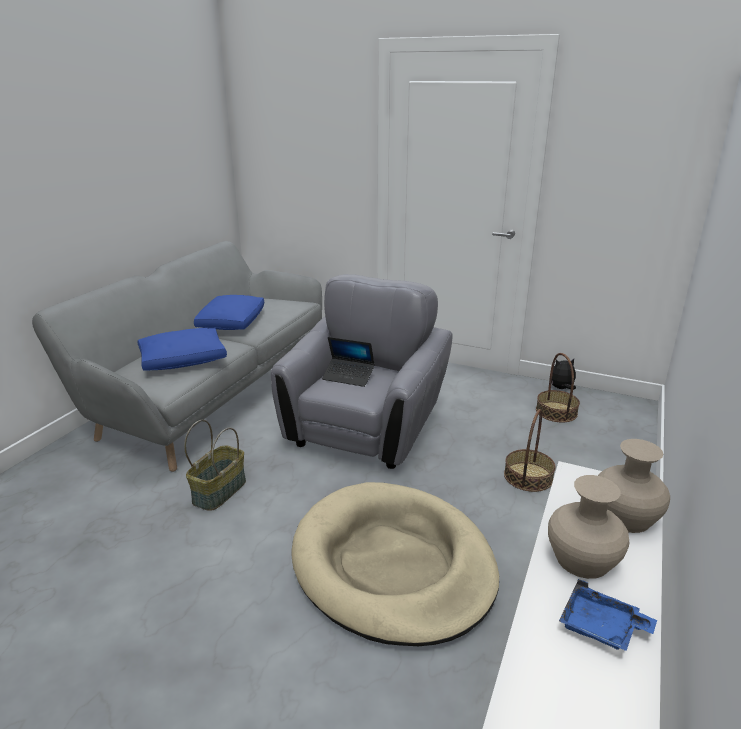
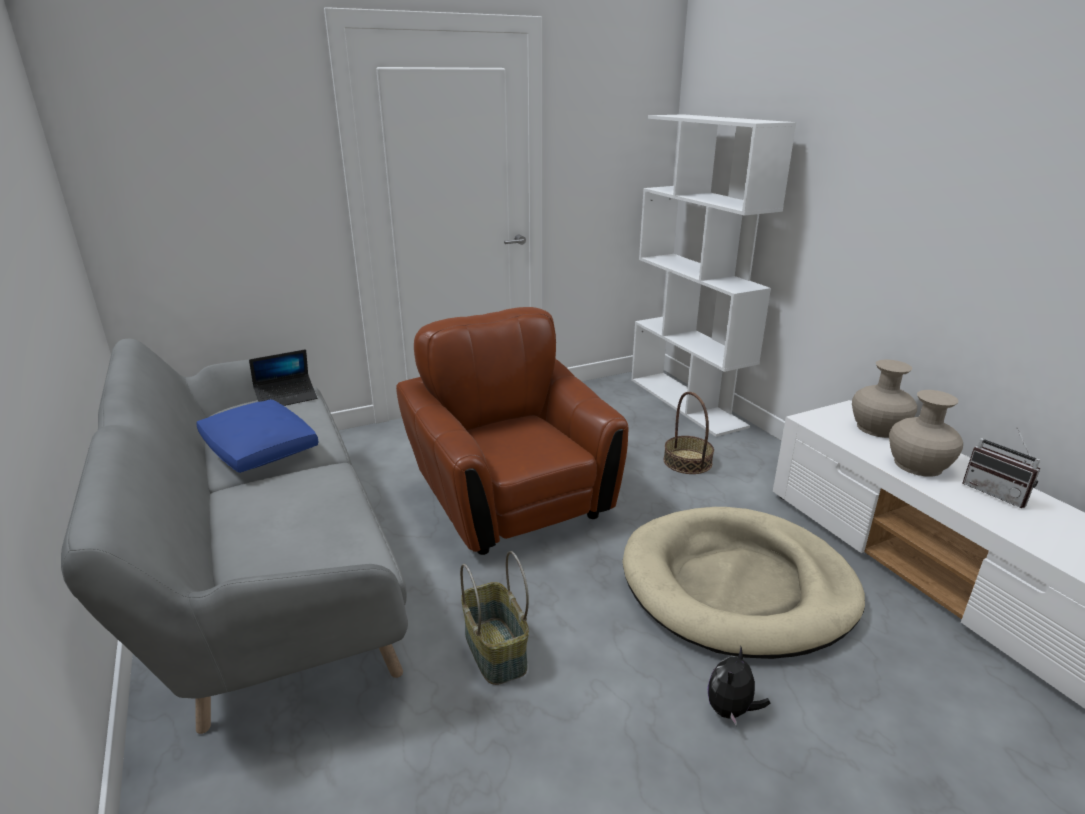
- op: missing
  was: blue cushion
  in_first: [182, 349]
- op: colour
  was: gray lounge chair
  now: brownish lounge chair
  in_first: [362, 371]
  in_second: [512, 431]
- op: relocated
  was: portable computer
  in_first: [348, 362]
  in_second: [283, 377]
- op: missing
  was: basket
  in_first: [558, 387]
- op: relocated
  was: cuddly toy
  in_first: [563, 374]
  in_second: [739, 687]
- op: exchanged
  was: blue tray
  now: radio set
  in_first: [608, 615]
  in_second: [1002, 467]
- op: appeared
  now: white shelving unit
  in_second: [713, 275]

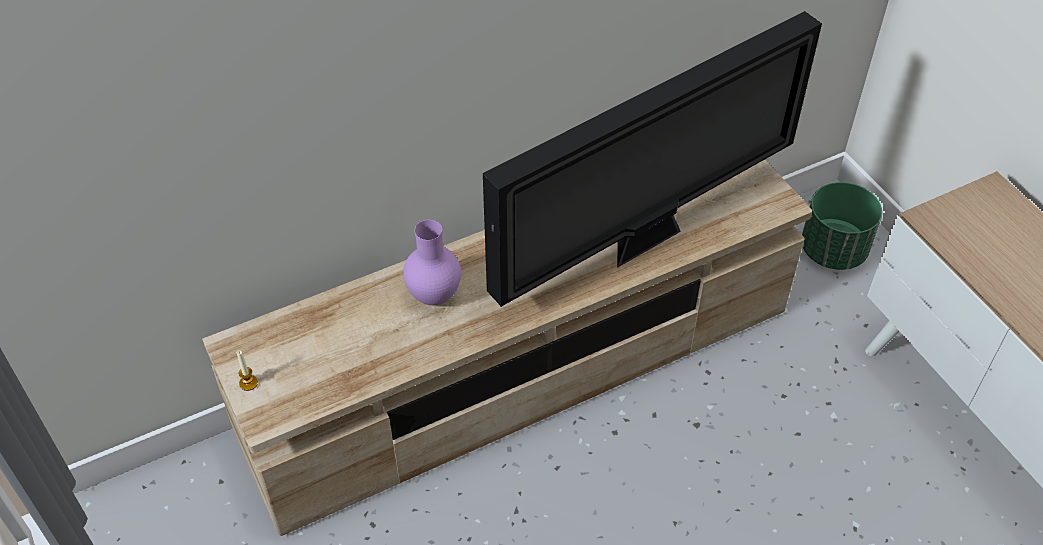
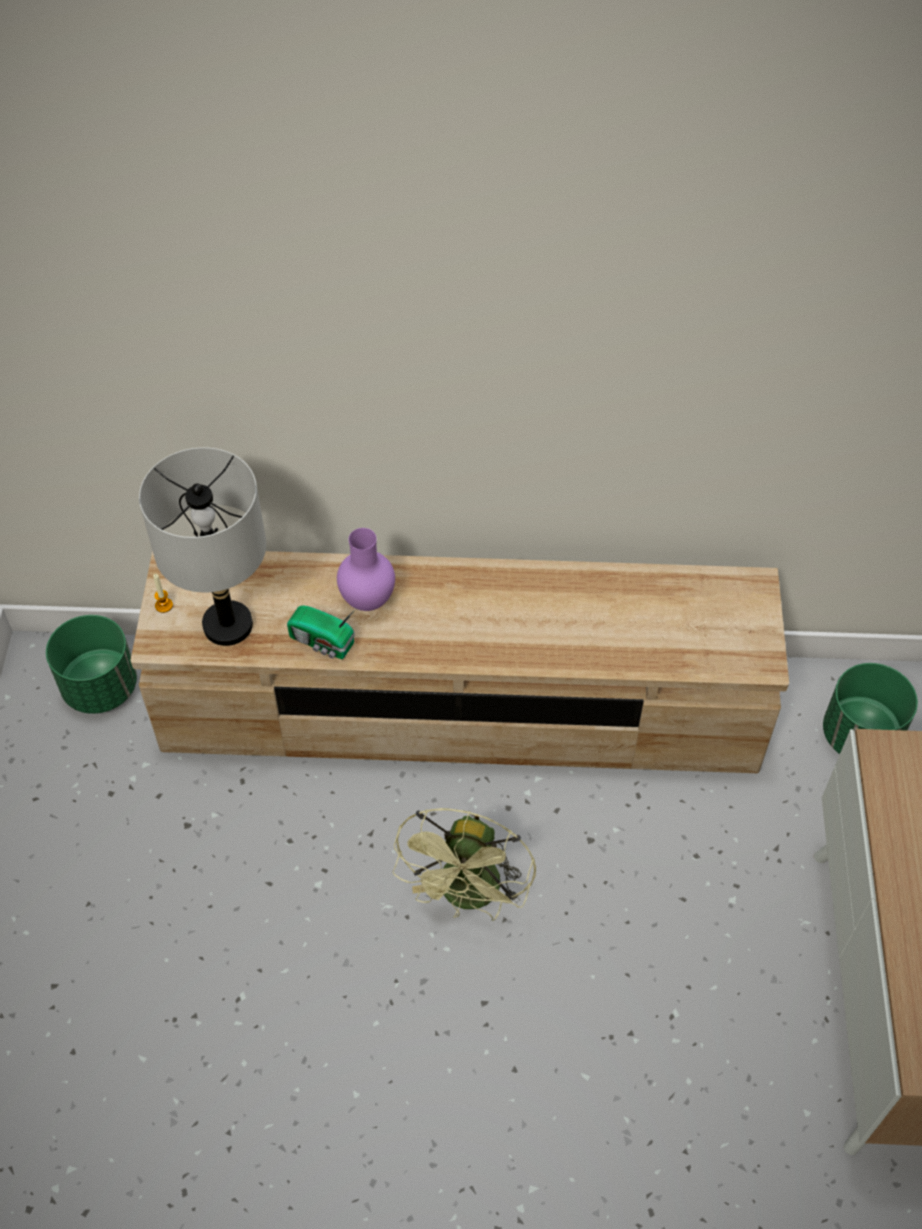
- op: missing
  was: TV
  in_first: [652, 159]
- op: appeared
  now: green flower pot
  in_second: [91, 664]
- op: appeared
  now: gray lamp for a table
  in_second: [202, 546]
- op: appeared
  now: radio set
  in_second: [321, 632]
- op: appeared
  now: green fan
  in_second: [464, 864]

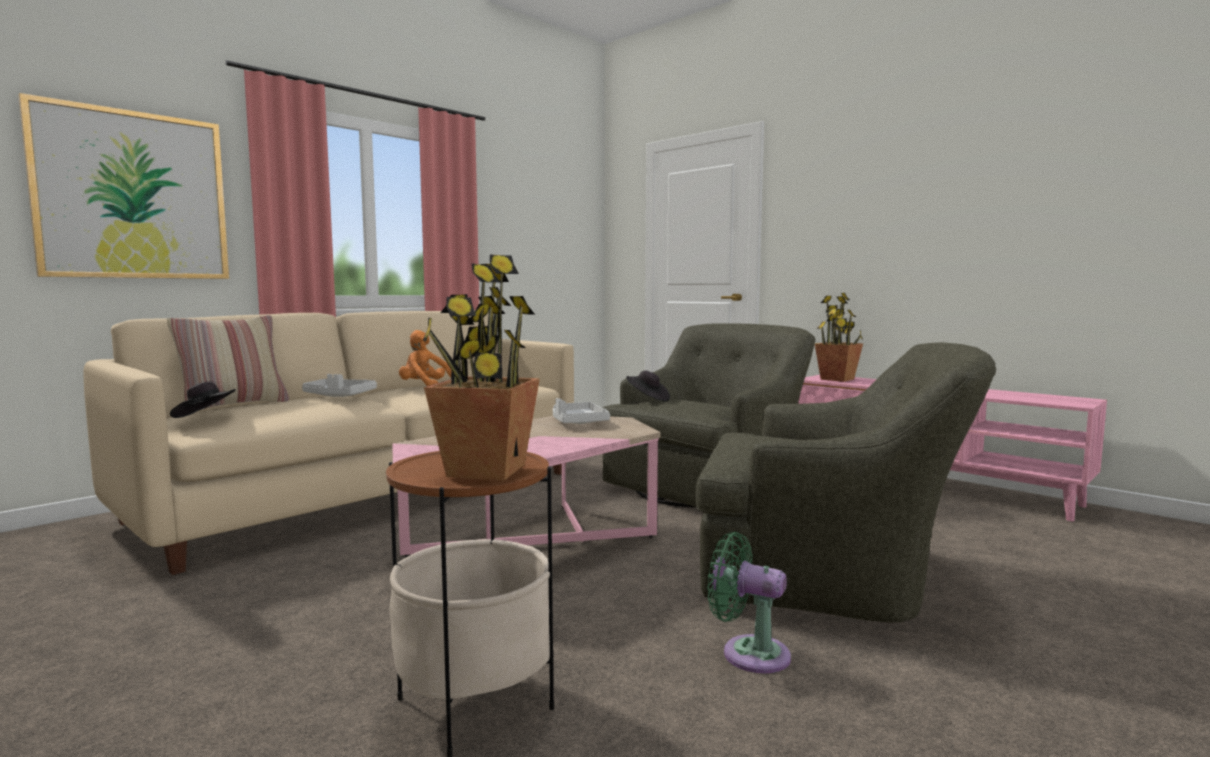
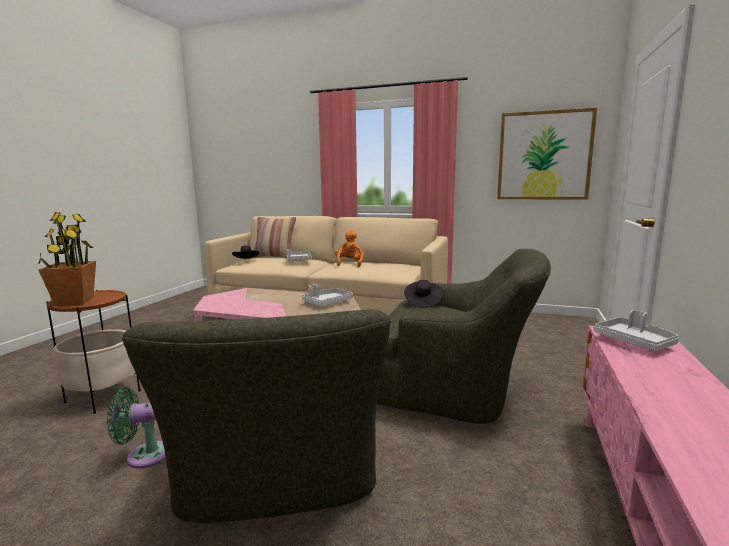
- op: relocated
  was: wall art
  in_first: [123, 186]
  in_second: [547, 153]
- op: spun
  was: green fan
  in_first: [749, 602]
  in_second: [136, 428]
  clockwise: -105
- op: exchanged
  was: potted plant
  now: gray tray
  in_first: [839, 337]
  in_second: [636, 330]

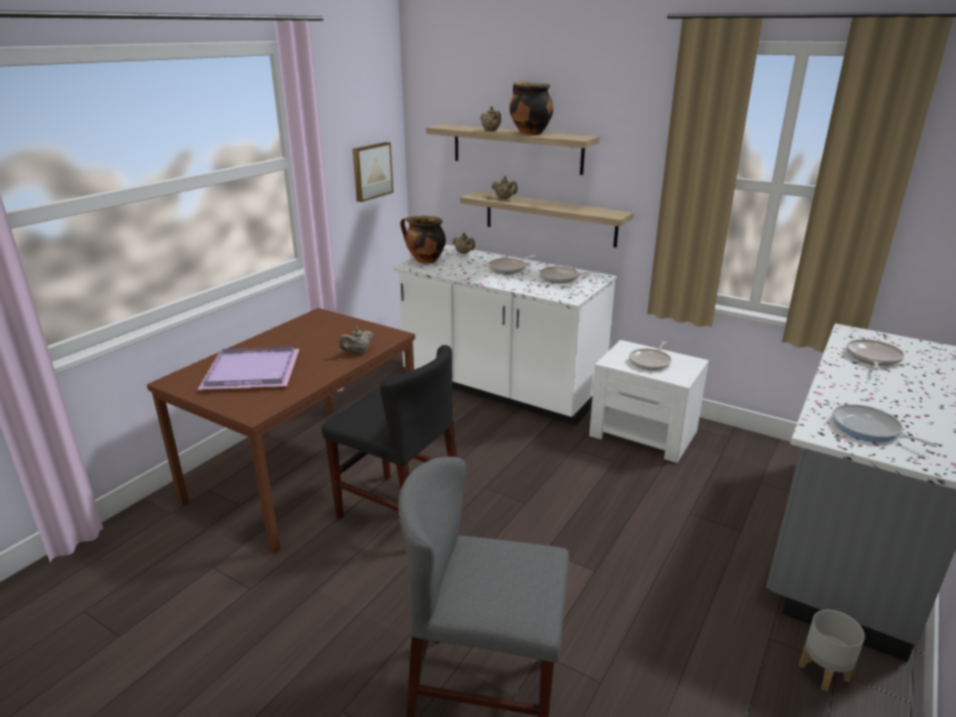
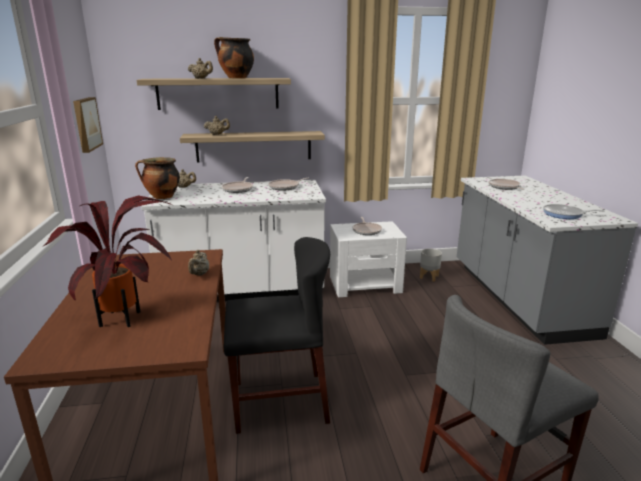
- op: exchanged
  was: purple tray
  now: potted plant
  in_first: [248, 368]
  in_second: [108, 261]
- op: relocated
  was: gray flower pot
  in_first: [832, 650]
  in_second: [431, 265]

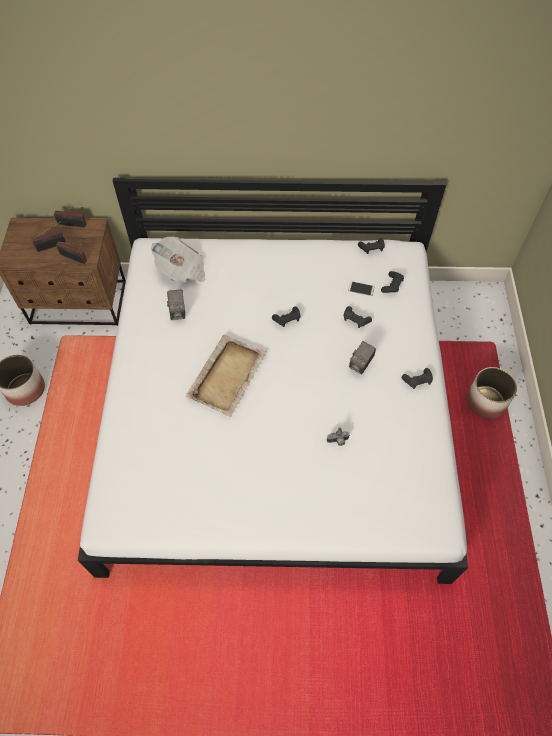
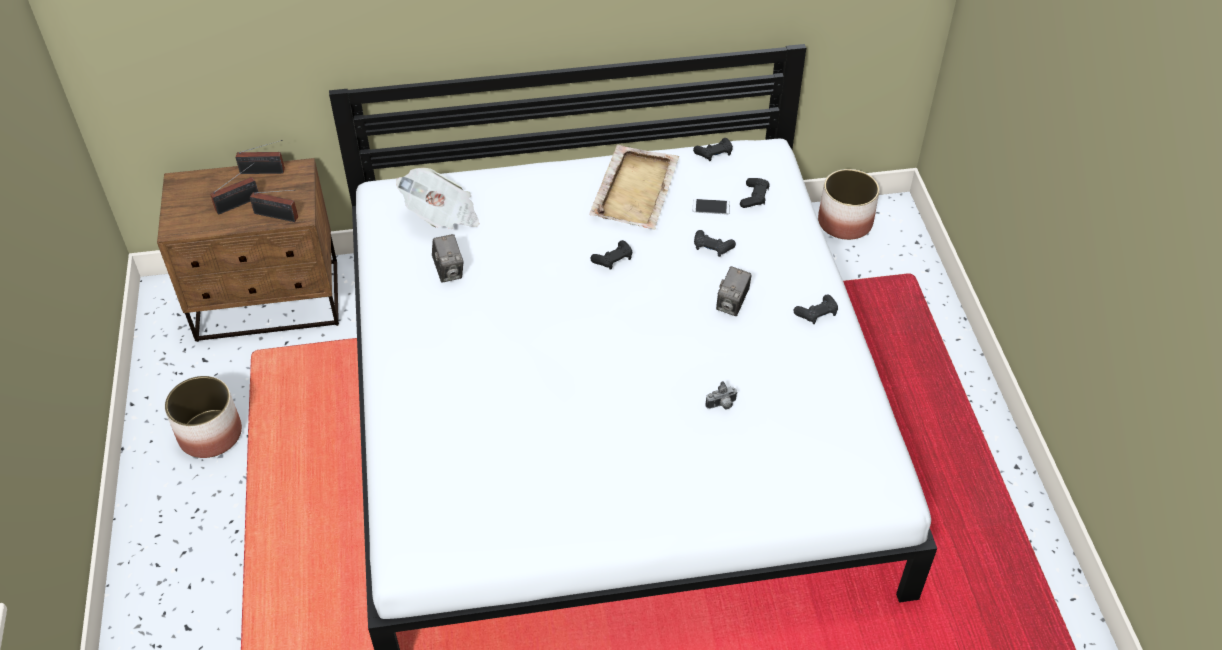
- op: relocated
  was: sand-coloured tray
  in_first: [226, 375]
  in_second: [634, 187]
- op: relocated
  was: flower pot
  in_first: [491, 393]
  in_second: [849, 204]

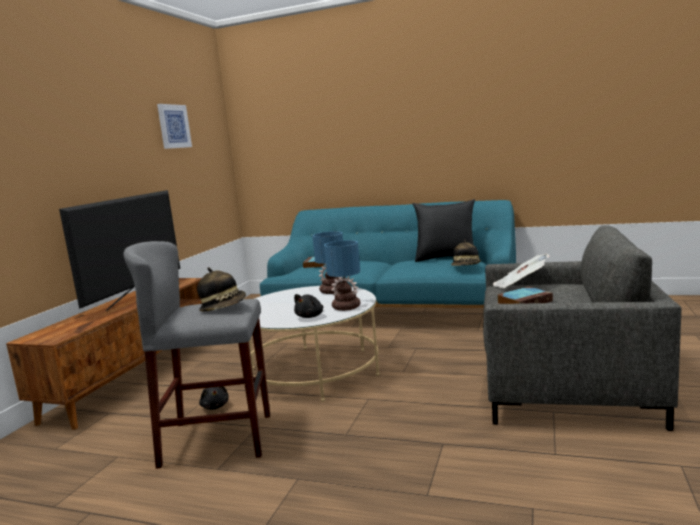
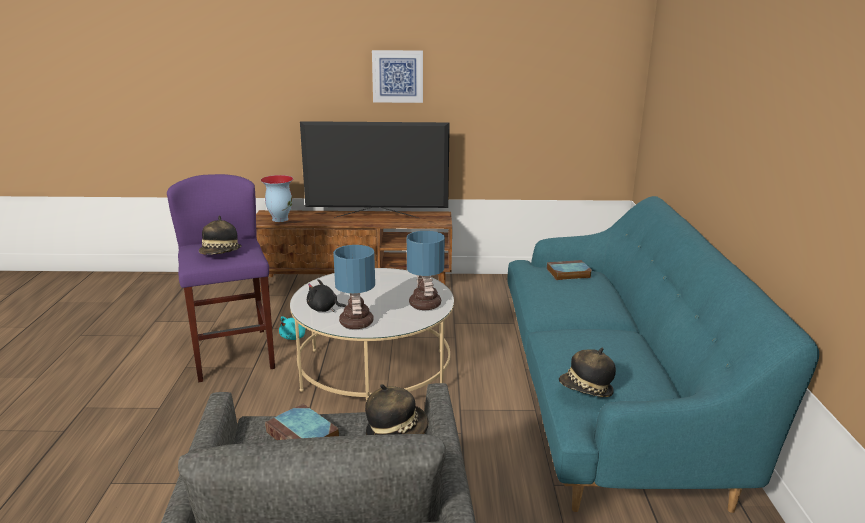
- op: colour
  was: gray stool
  now: purple stool
  in_first: [197, 355]
  in_second: [221, 278]
- op: relocated
  was: wall art
  in_first: [174, 126]
  in_second: [397, 76]
- op: colour
  was: black-coloured cuddly toy
  now: turquoise-coloured cuddly toy
  in_first: [214, 398]
  in_second: [292, 328]
- op: missing
  was: black-coloured cushion
  in_first: [444, 230]
- op: exchanged
  was: printed paper
  now: hat
  in_first: [521, 271]
  in_second: [397, 409]
- op: appeared
  now: vase
  in_second: [277, 198]

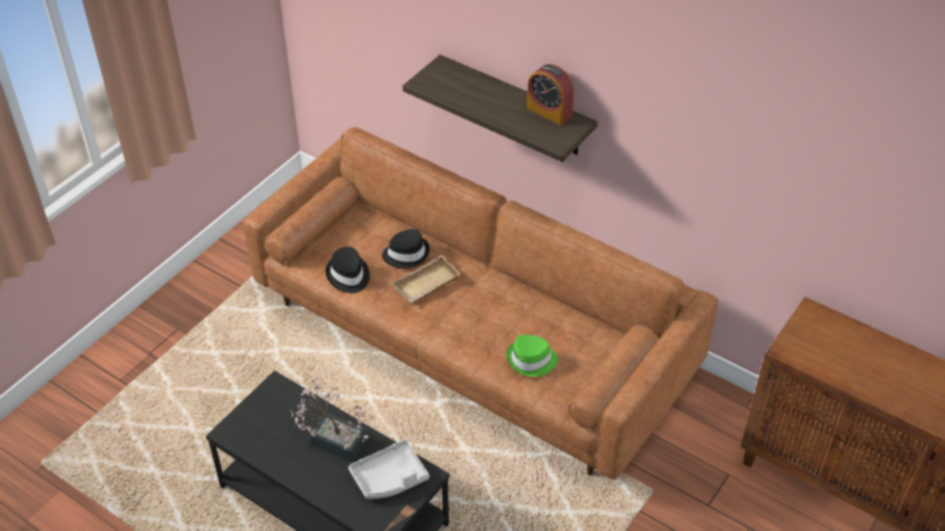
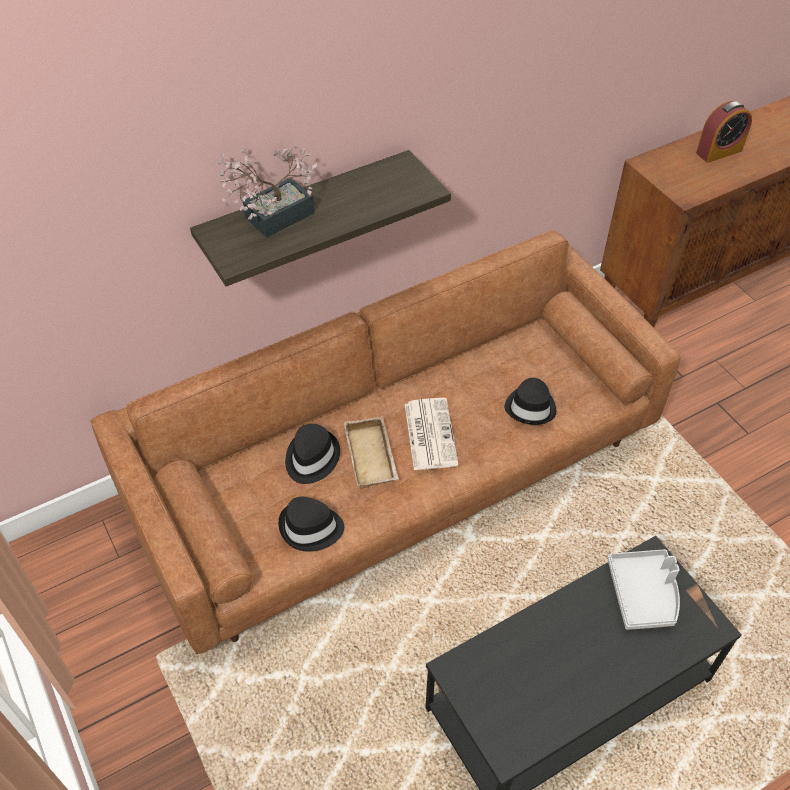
- op: relocated
  was: potted plant
  in_first: [332, 419]
  in_second: [267, 191]
- op: colour
  was: green hat
  now: black-coloured hat
  in_first: [532, 356]
  in_second: [530, 401]
- op: relocated
  was: alarm clock
  in_first: [550, 94]
  in_second: [724, 132]
- op: appeared
  now: printed paper
  in_second: [431, 434]

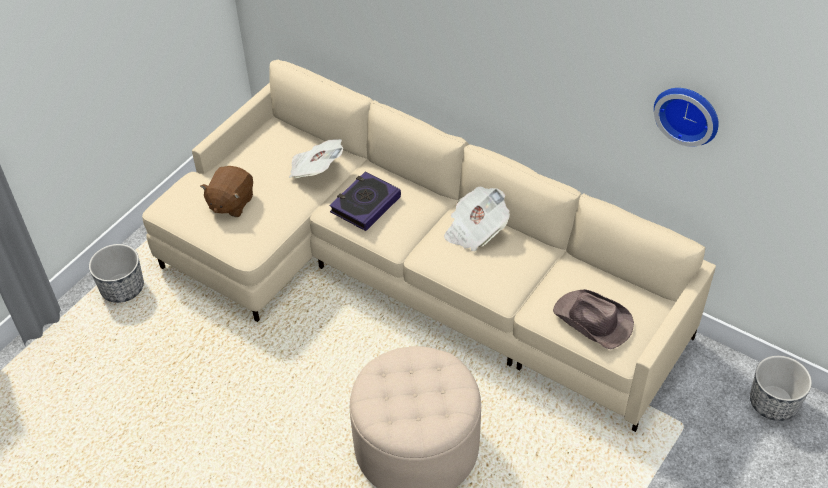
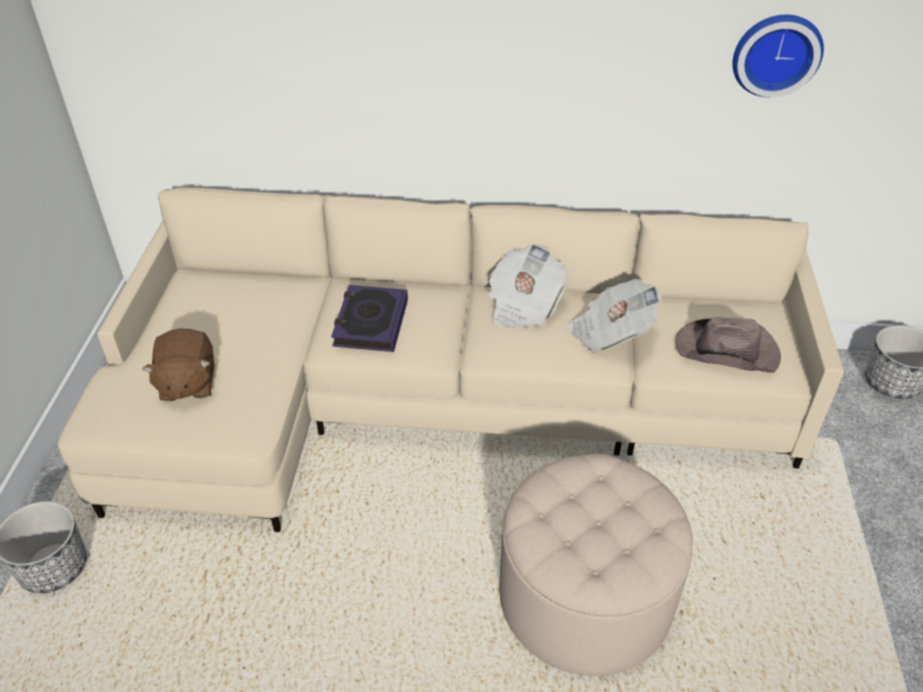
- op: relocated
  was: printed paper
  in_first: [316, 158]
  in_second: [615, 316]

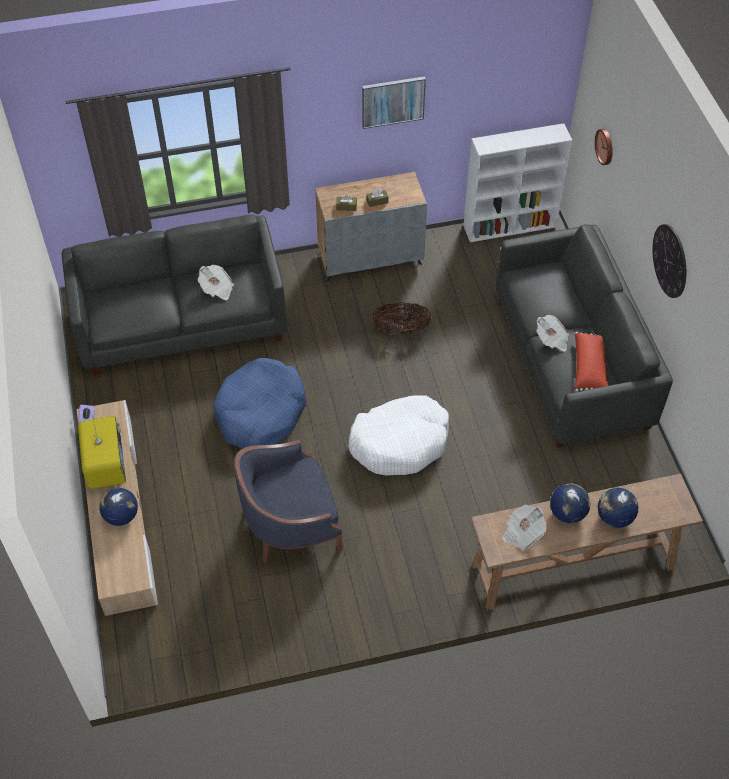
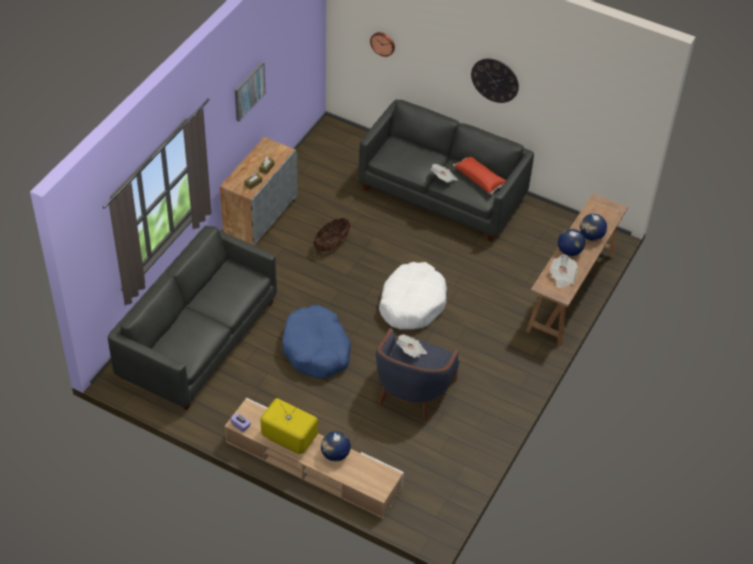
- op: relocated
  was: printed paper
  in_first: [216, 282]
  in_second: [412, 346]
- op: missing
  was: white shelving unit
  in_first: [517, 182]

